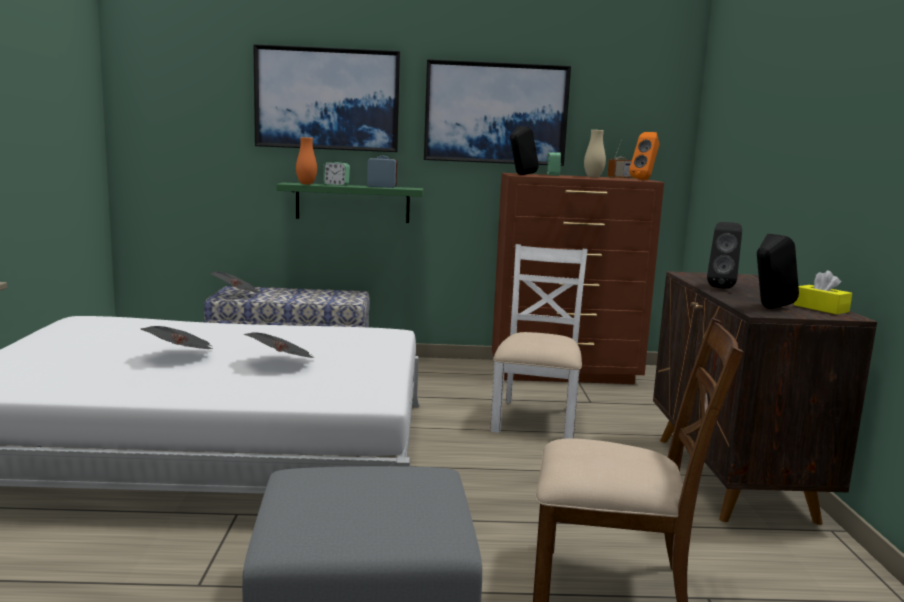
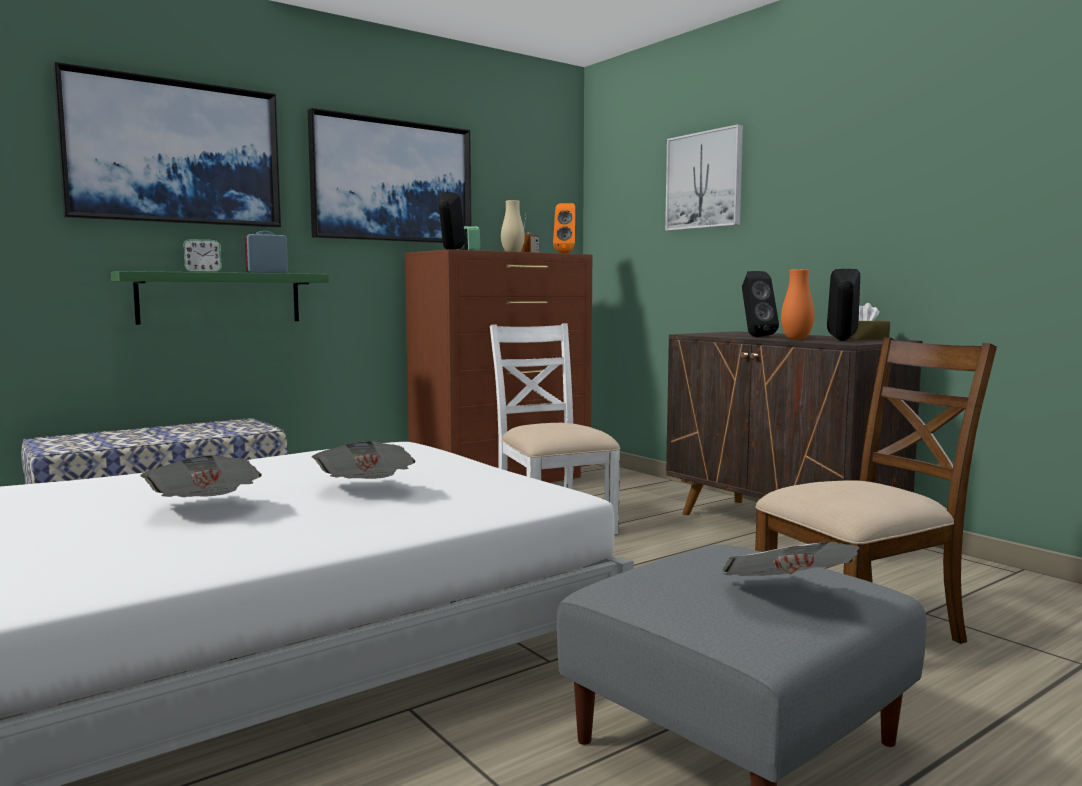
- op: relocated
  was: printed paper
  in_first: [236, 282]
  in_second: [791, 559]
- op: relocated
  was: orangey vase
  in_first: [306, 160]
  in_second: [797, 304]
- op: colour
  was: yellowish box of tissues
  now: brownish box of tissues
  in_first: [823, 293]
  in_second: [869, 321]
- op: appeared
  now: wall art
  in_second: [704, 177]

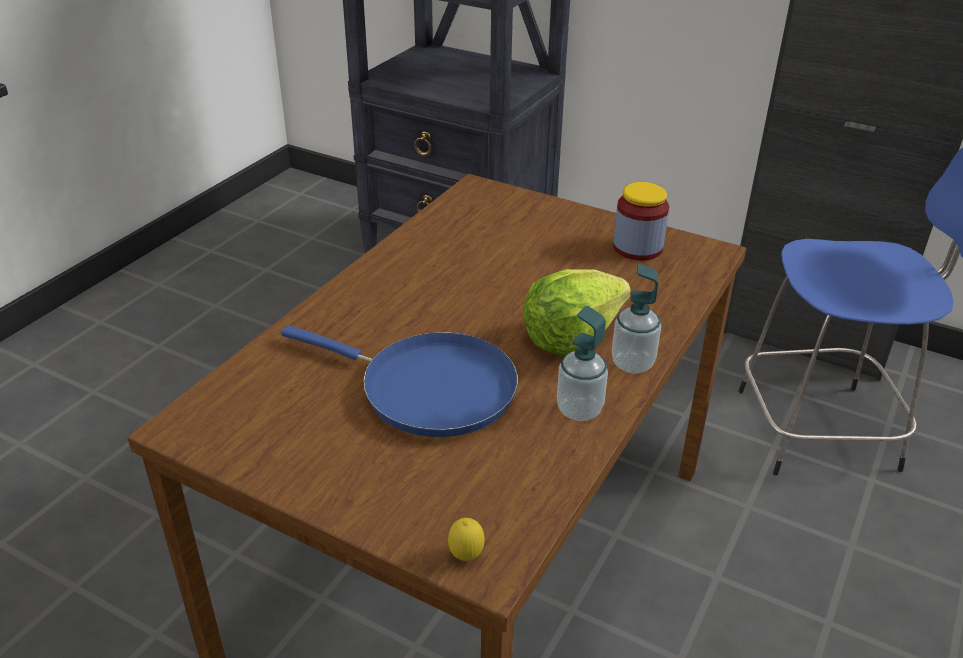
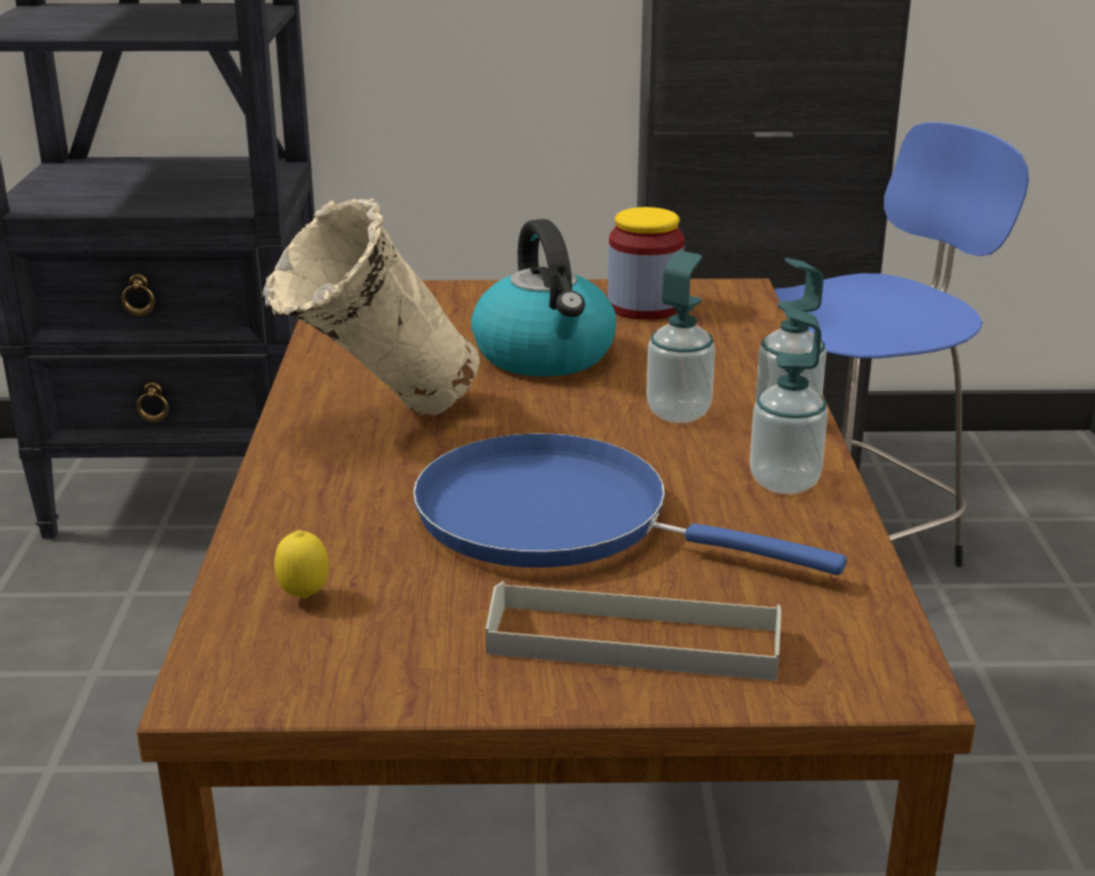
- op: spun
  was: blue frying pan
  in_first: [399, 381]
  in_second: [630, 504]
  clockwise: -150
- op: relocated
  was: lemon
  in_first: [466, 539]
  in_second: [301, 564]
- op: exchanged
  was: head of lettuce
  now: liquid soap bottle
  in_first: [577, 312]
  in_second: [680, 337]
- op: appeared
  now: sand-coloured vase
  in_second: [371, 306]
- op: appeared
  now: tea kettle
  in_second: [544, 298]
- op: appeared
  now: gray tray
  in_second: [633, 631]

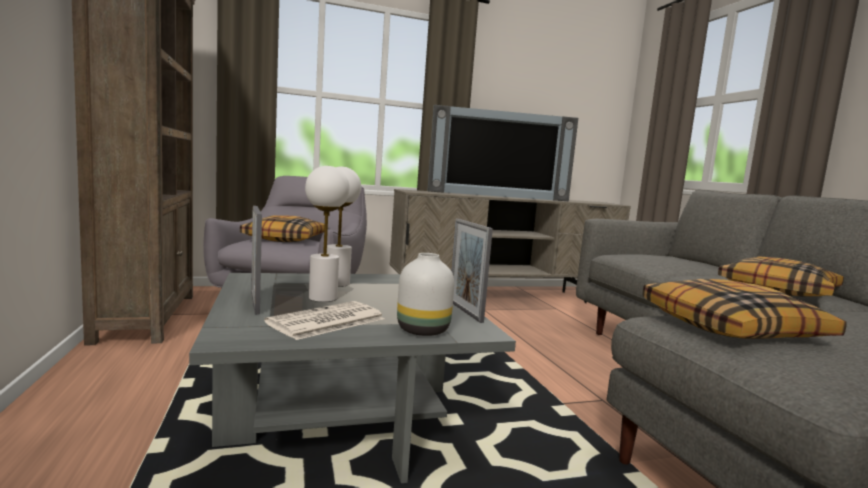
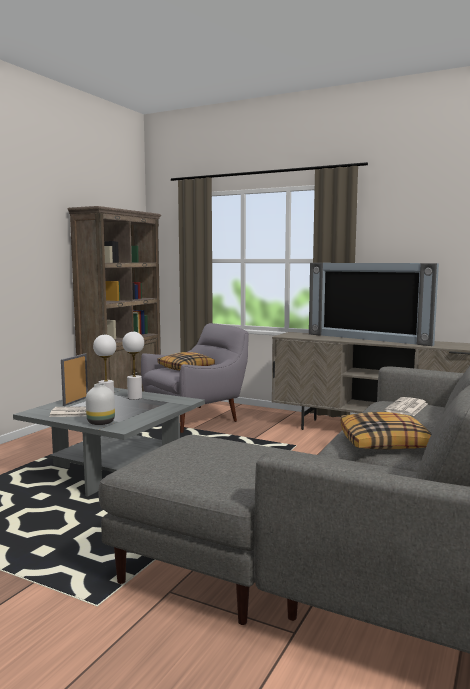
- op: missing
  was: standing frame
  in_first: [472, 271]
- op: missing
  was: cushion
  in_first: [744, 309]
- op: appeared
  now: printed paper
  in_second: [406, 406]

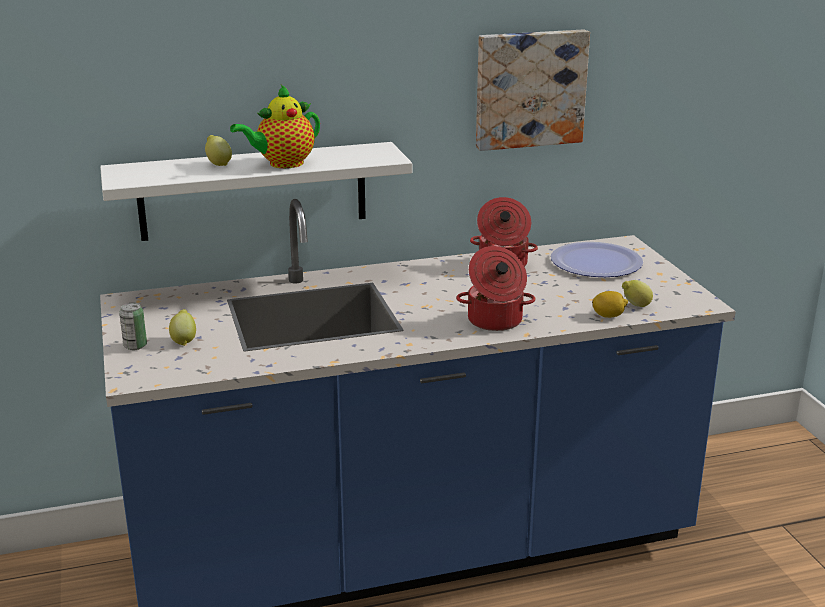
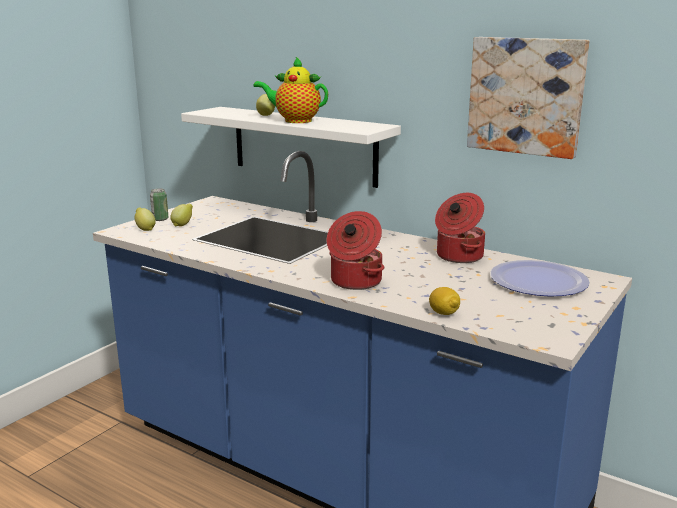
- op: relocated
  was: lemon
  in_first: [637, 293]
  in_second: [145, 219]

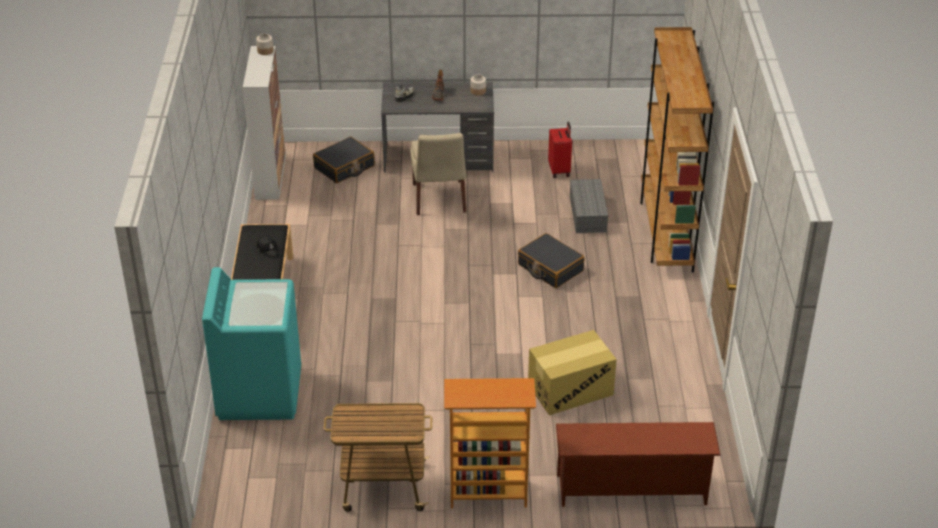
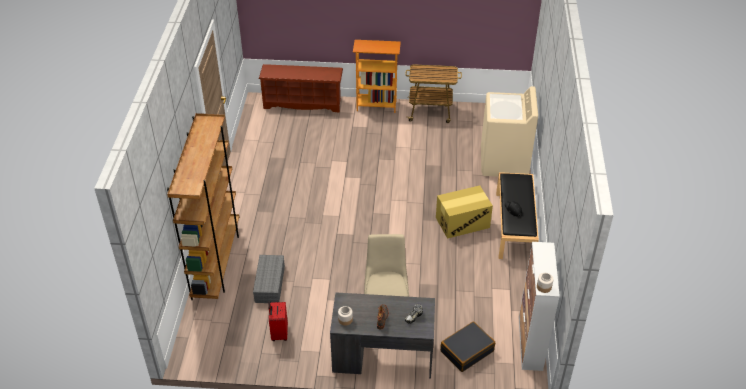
- op: colour
  was: turquoise-coloured washing machine
  now: sand-coloured washing machine
  in_first: [251, 343]
  in_second: [509, 131]
- op: missing
  was: black-coloured piece of luggage
  in_first: [551, 260]
- op: relocated
  was: carton
  in_first: [572, 372]
  in_second: [464, 212]

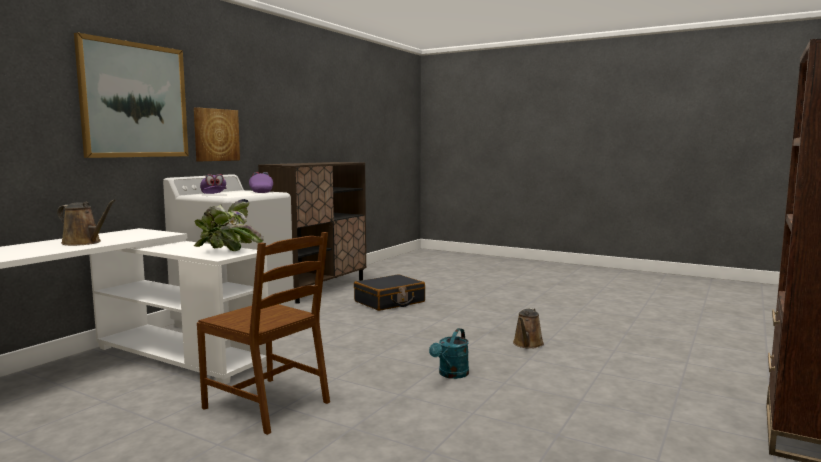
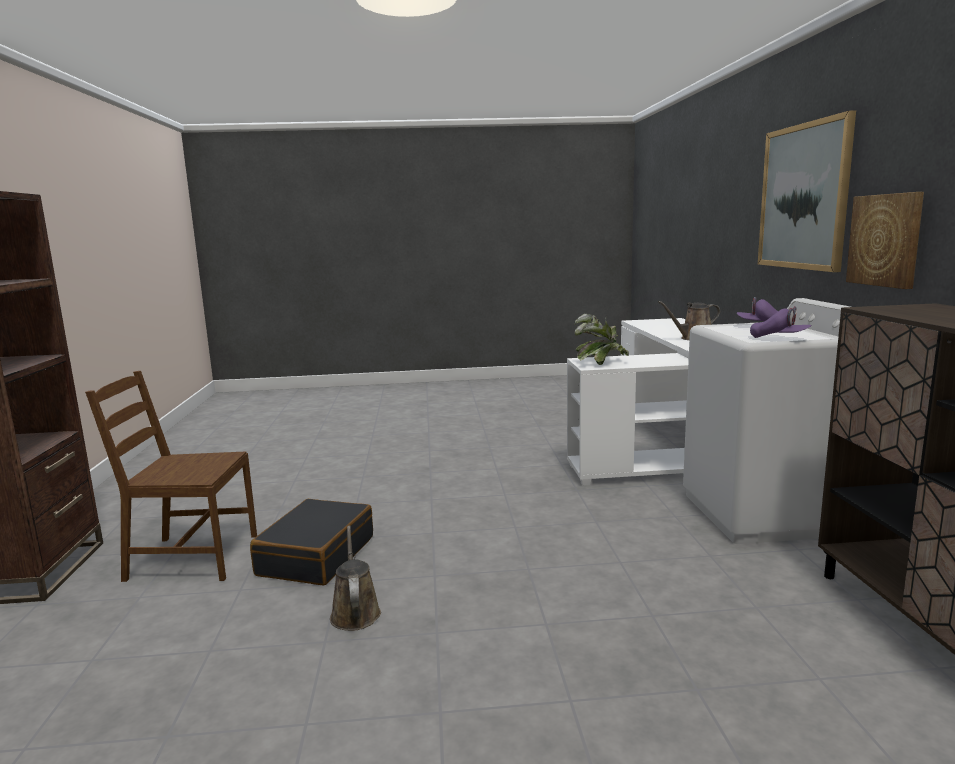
- op: relocated
  was: brownish plain chair
  in_first: [263, 333]
  in_second: [171, 476]
- op: relocated
  was: black-coloured piece of luggage
  in_first: [389, 292]
  in_second: [311, 542]
- op: missing
  was: turquoise-coloured watering pot
  in_first: [449, 353]

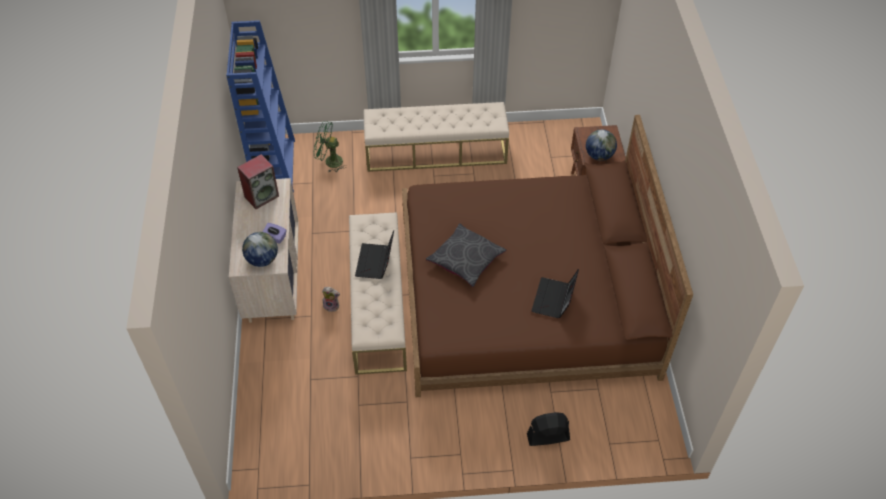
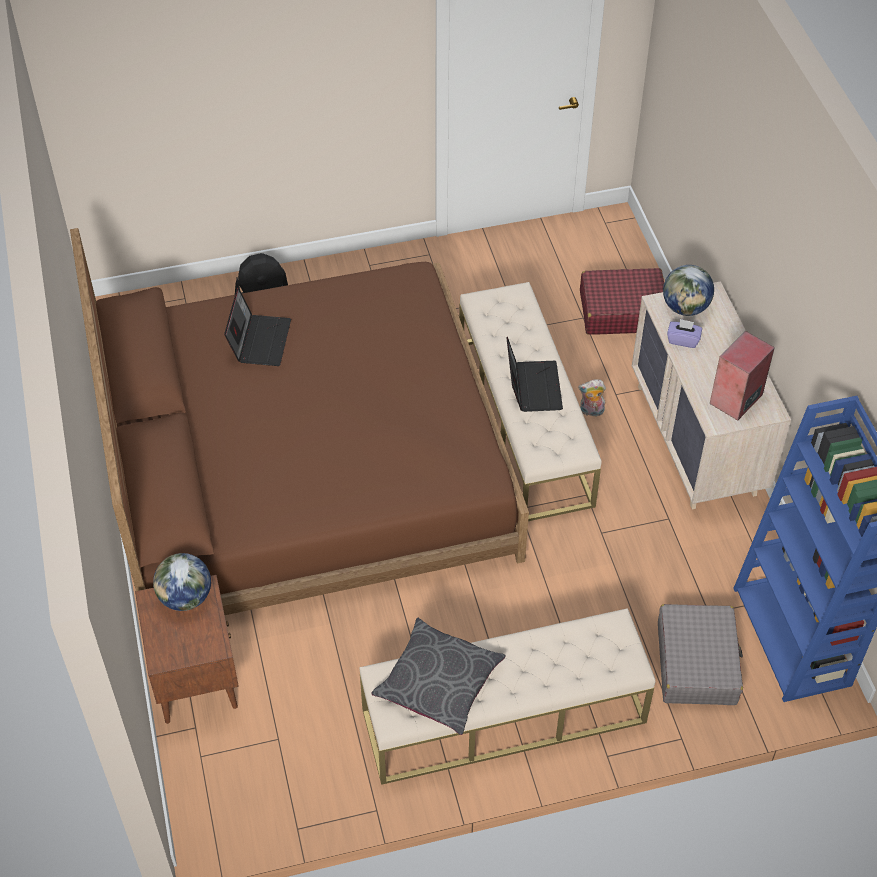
- op: exchanged
  was: green fan
  now: gray piece of luggage
  in_first: [330, 146]
  in_second: [700, 654]
- op: relocated
  was: gray cushion
  in_first: [466, 255]
  in_second: [438, 676]
- op: appeared
  now: red piece of luggage
  in_second: [622, 301]

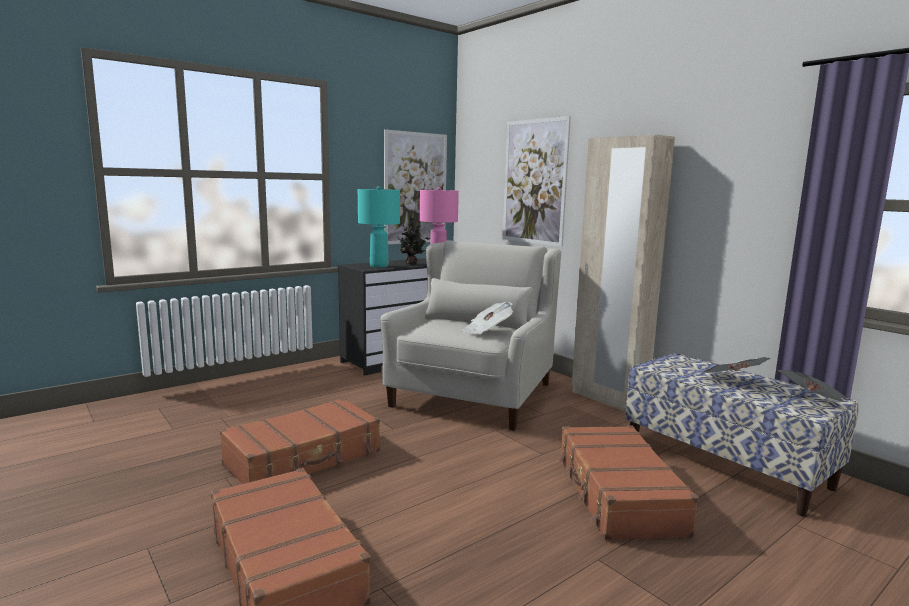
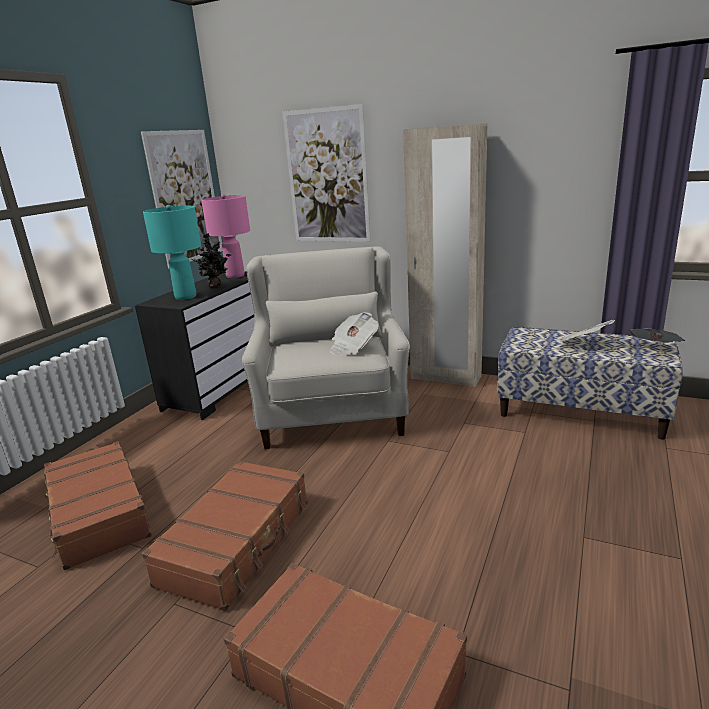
- op: relocated
  was: brownish piece of luggage
  in_first: [628, 483]
  in_second: [98, 505]

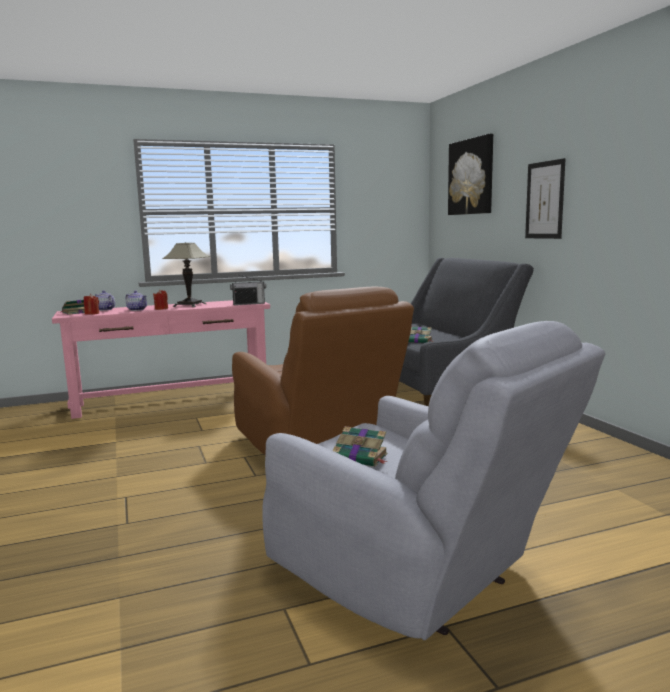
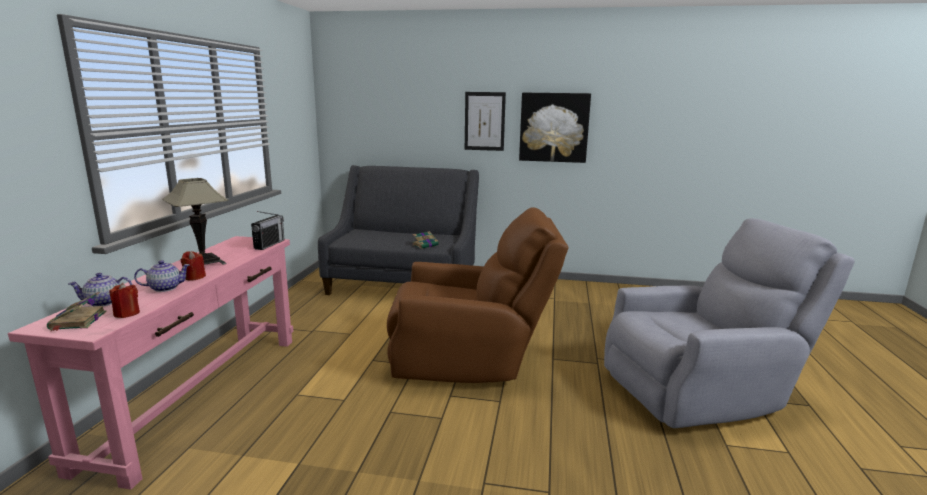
- op: missing
  was: bound book
  in_first: [360, 446]
- op: relocated
  was: wall art
  in_first: [470, 174]
  in_second: [555, 128]

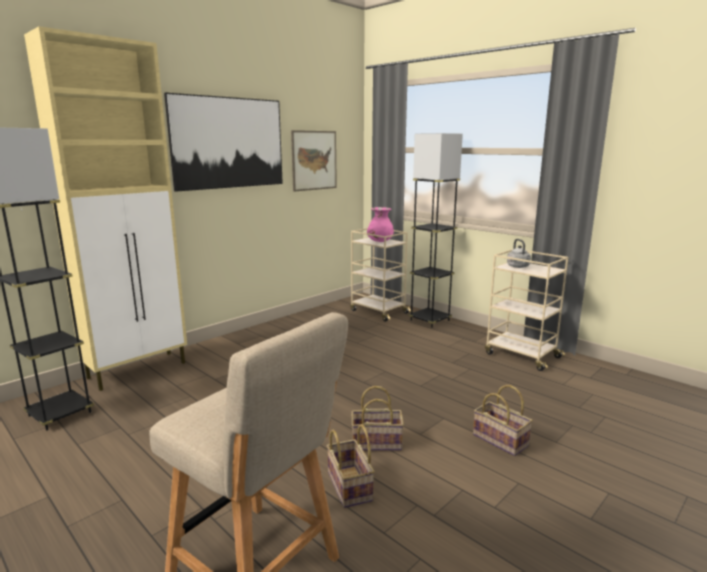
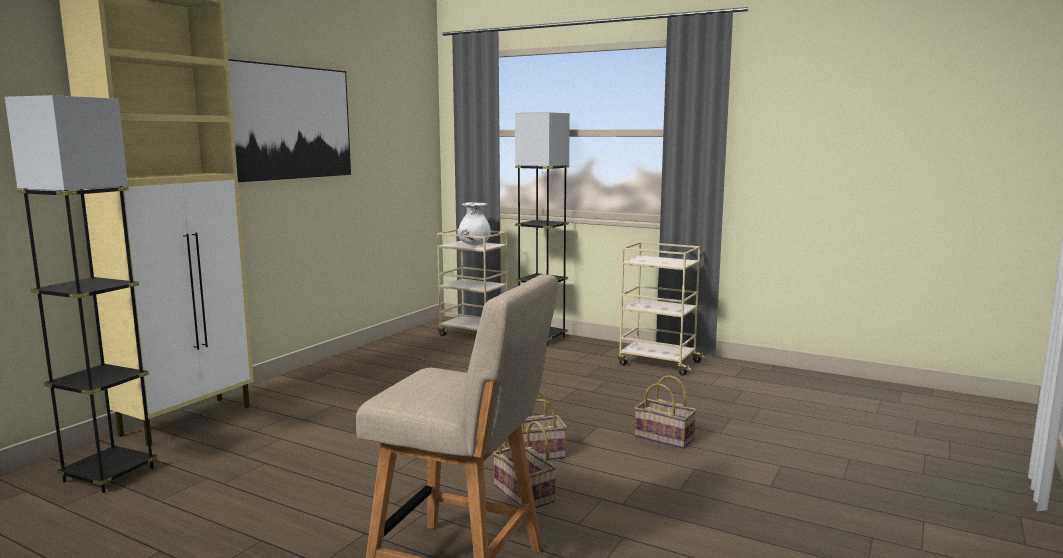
- op: missing
  was: wall art
  in_first: [314, 161]
- op: colour
  was: pink vase
  now: white vase
  in_first: [380, 224]
  in_second: [474, 223]
- op: missing
  was: gray tea kettle
  in_first: [519, 253]

